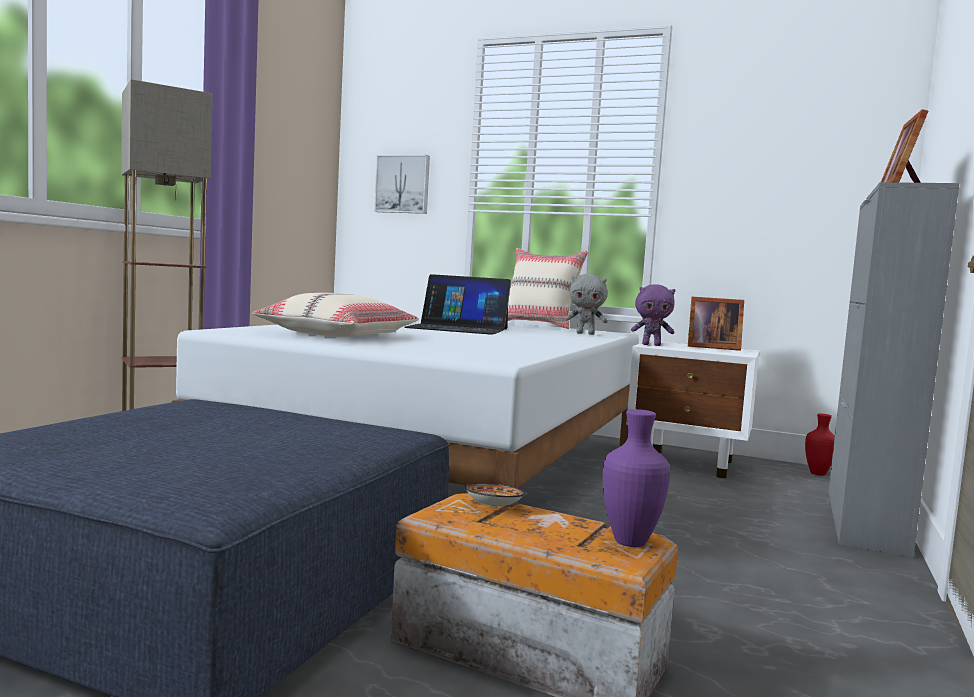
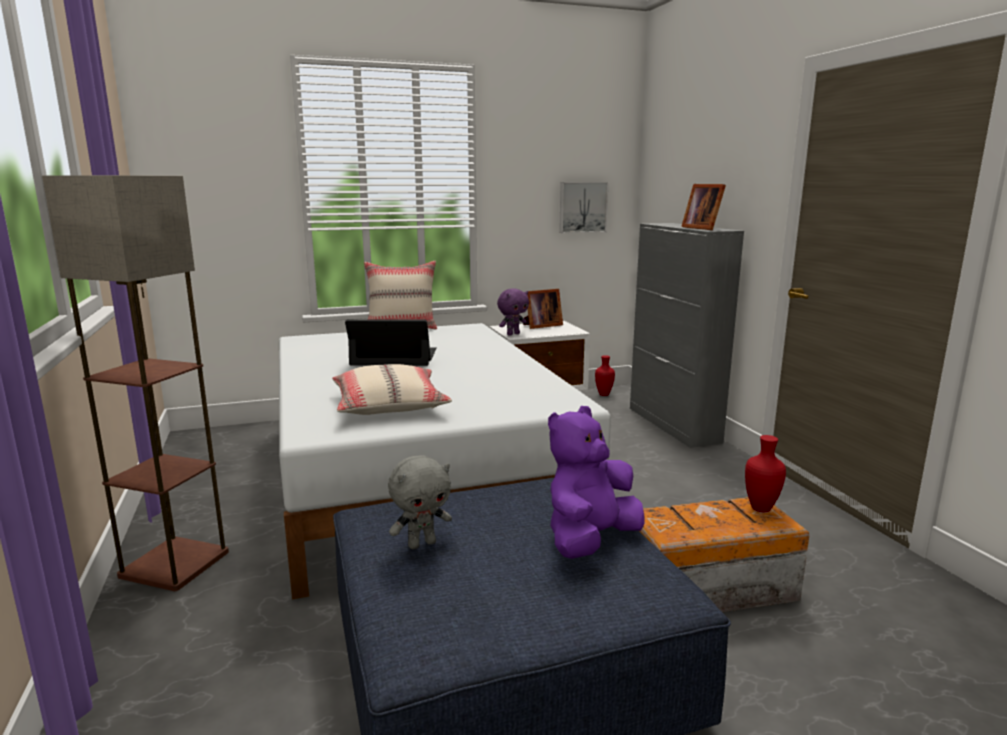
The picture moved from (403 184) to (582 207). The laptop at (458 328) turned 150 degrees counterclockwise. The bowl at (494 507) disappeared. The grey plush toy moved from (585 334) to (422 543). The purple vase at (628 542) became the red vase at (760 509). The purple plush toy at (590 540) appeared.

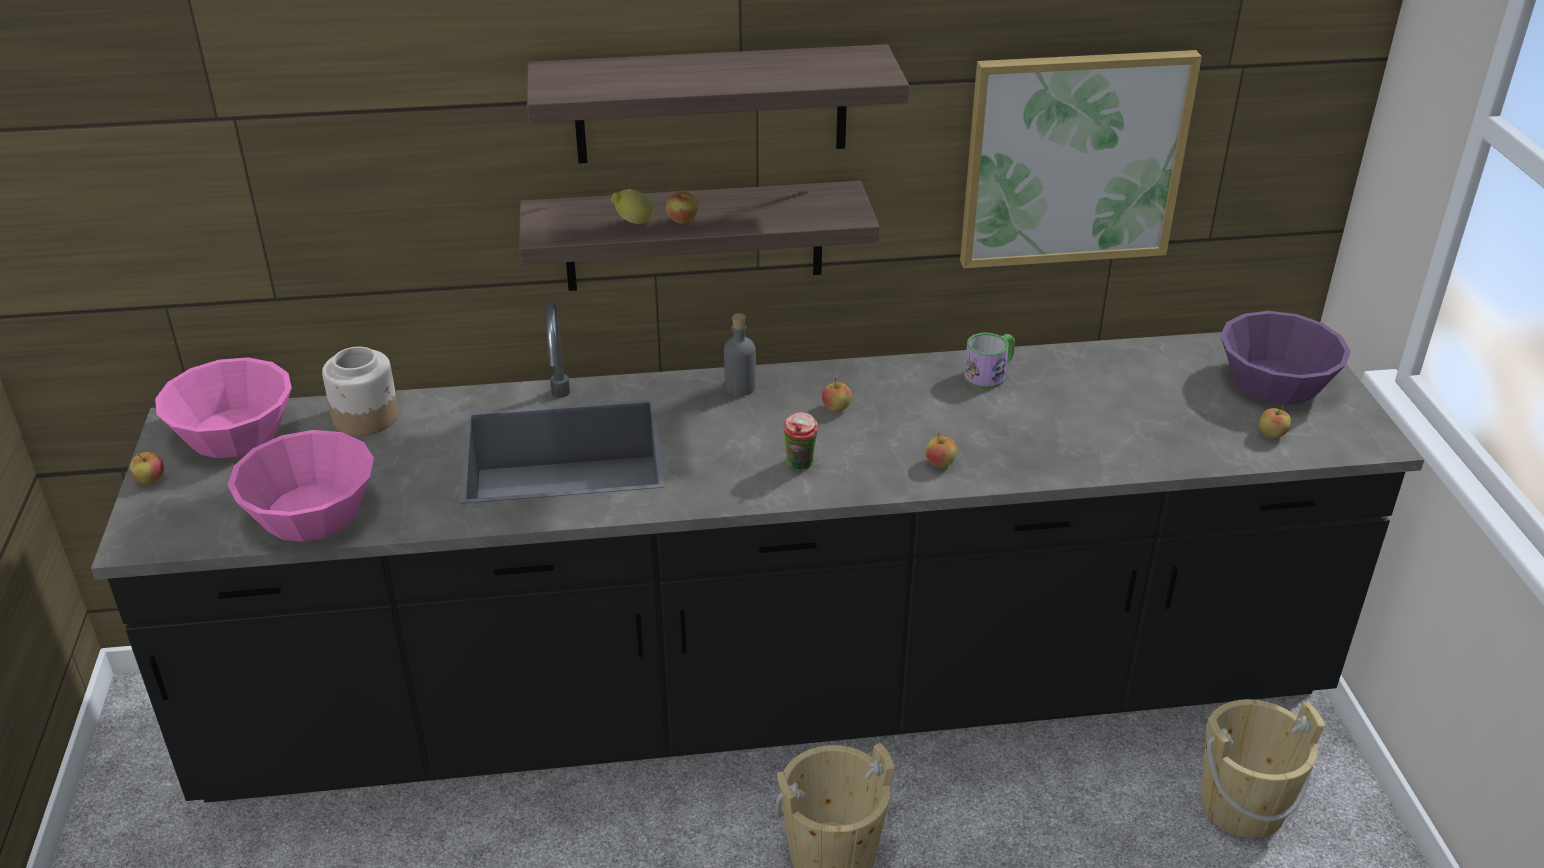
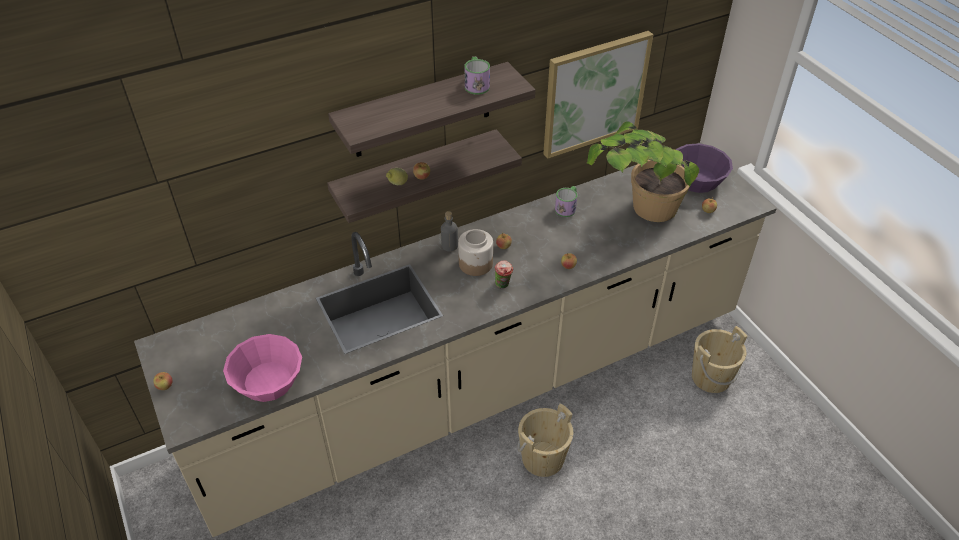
The black counter at (772 700) became the beige counter at (479 387). The pink bowl at (234 432) disappeared. The jar moved from (367 417) to (476 263). The mug at (476 84) appeared. The potted plant at (634 214) appeared.

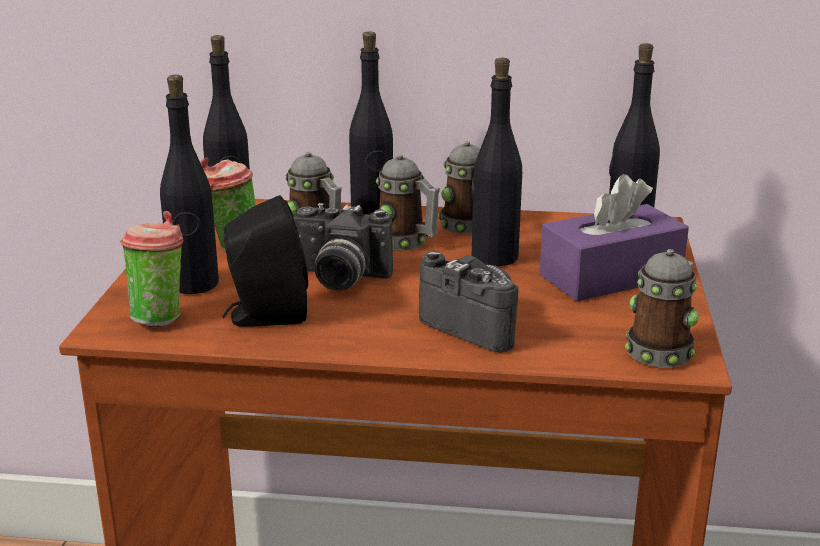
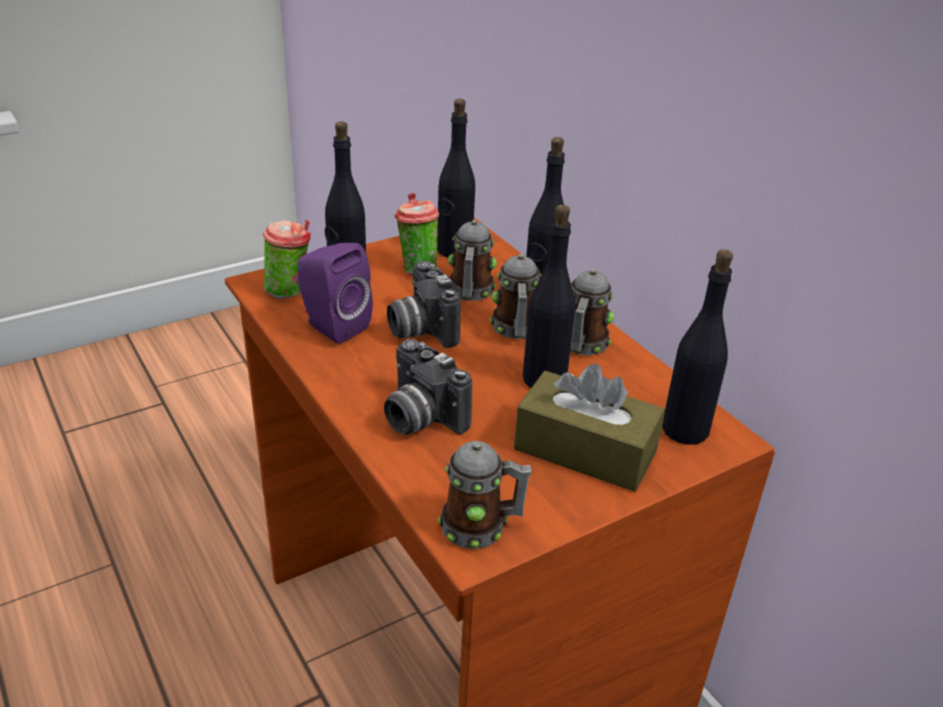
The black speaker at (265 317) became the purple speaker at (332 326). The photo camera at (478 325) turned 135 degrees clockwise. The purple tissue box at (610 276) became the brown tissue box at (585 450).

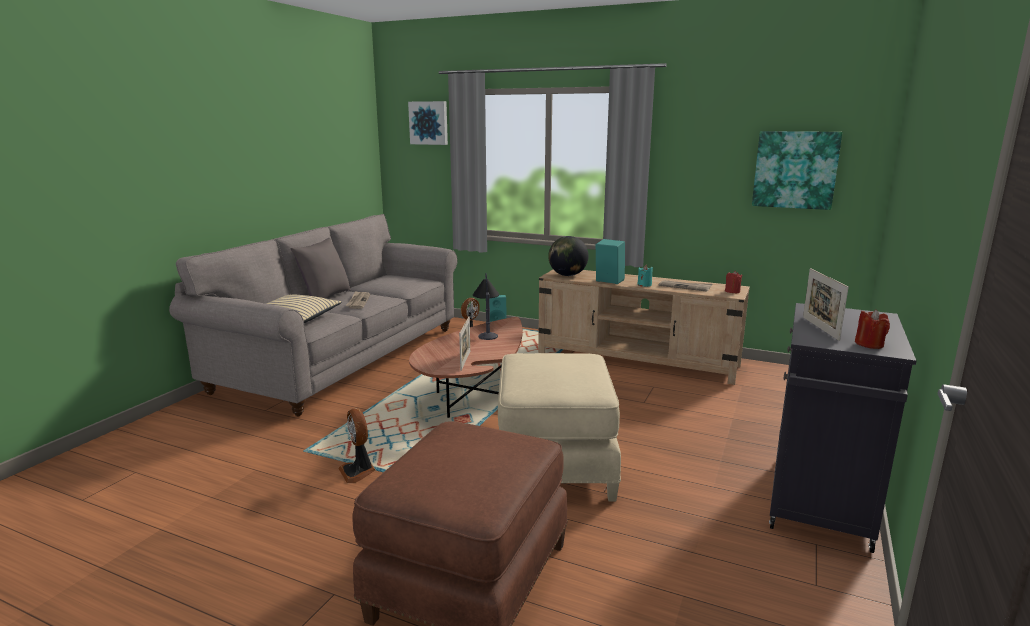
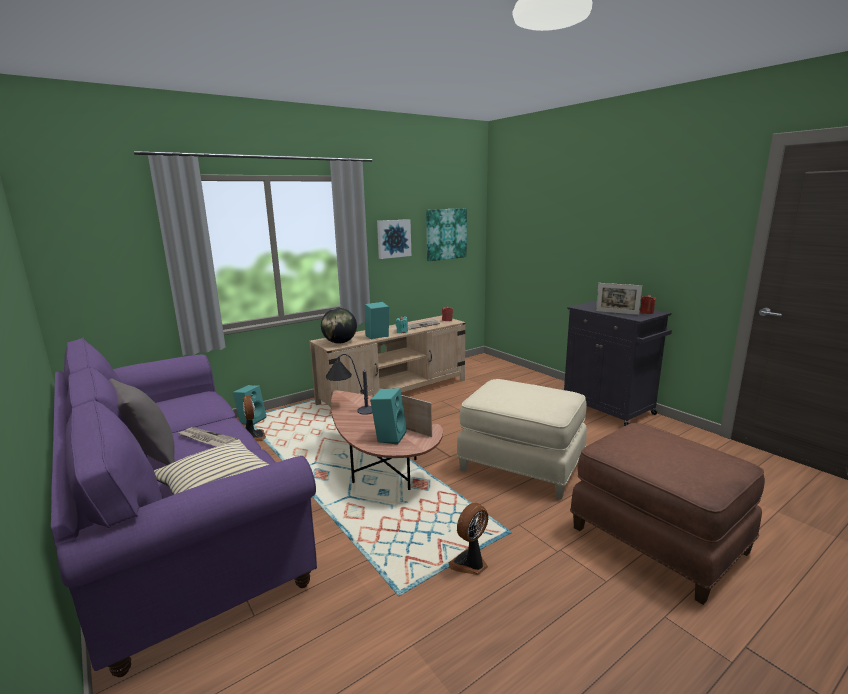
The grey sofa at (343 358) became the purple sofa at (182 522). The fan at (358 471) turned 135 degrees clockwise. The picture moved from (429 123) to (393 238). The turquoise speaker at (389 436) appeared.

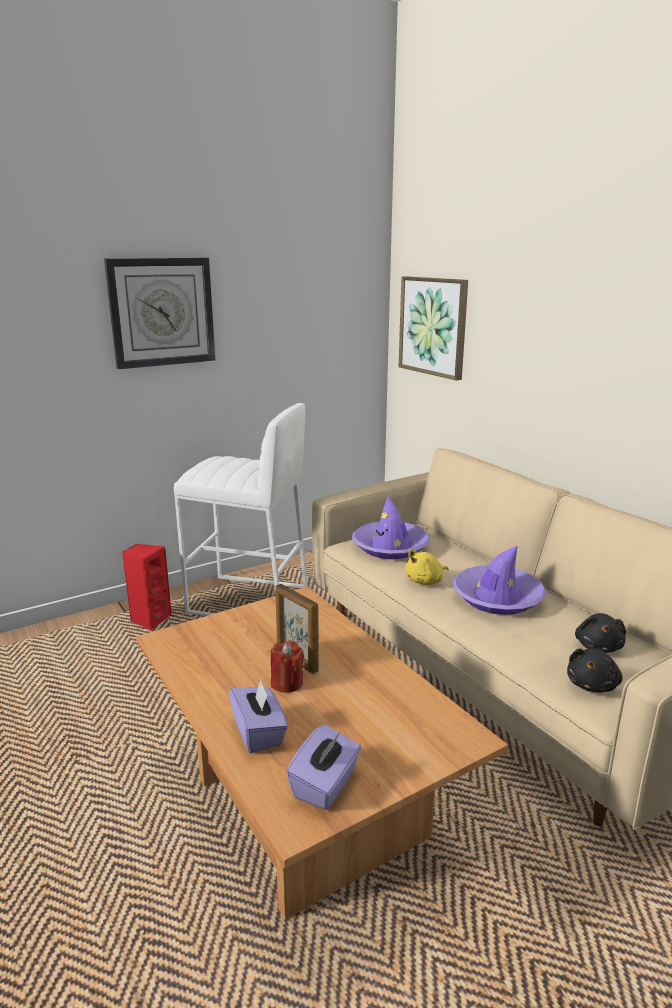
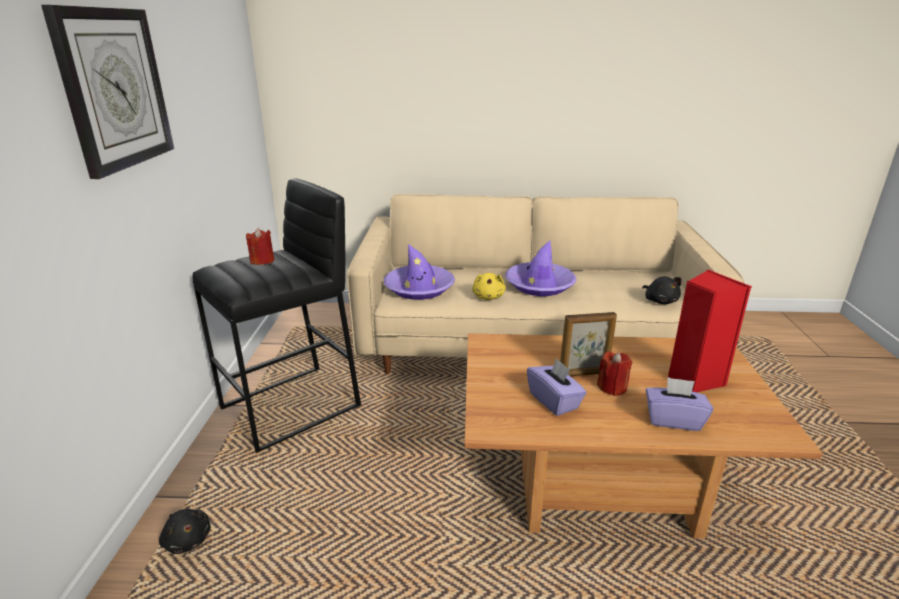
The red speaker moved from (150 621) to (693 380). The white stool at (249 601) became the black stool at (292 407). The purple tissue box moved from (325 785) to (554 401). The picture at (433 326) disappeared. The black plush toy moved from (598 646) to (187 540). The red candle at (262 261) appeared.

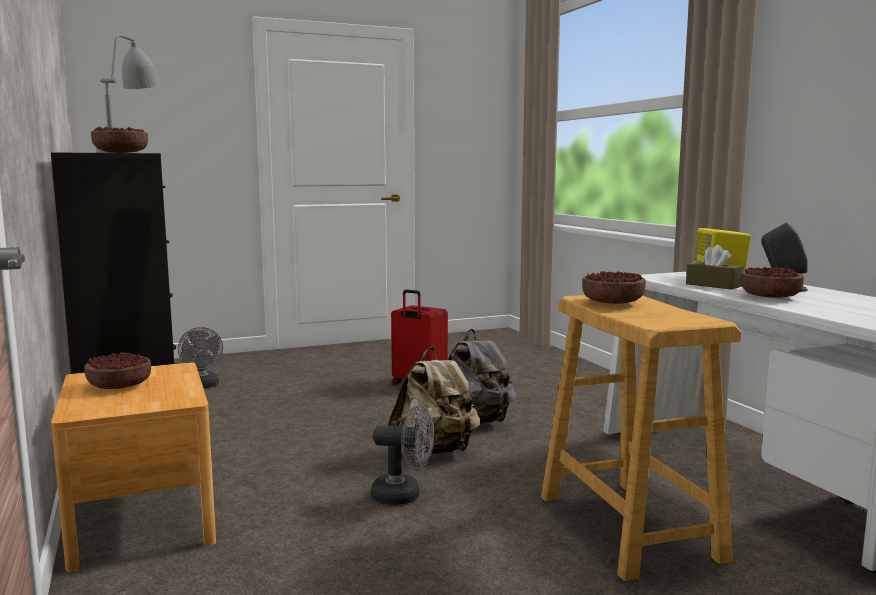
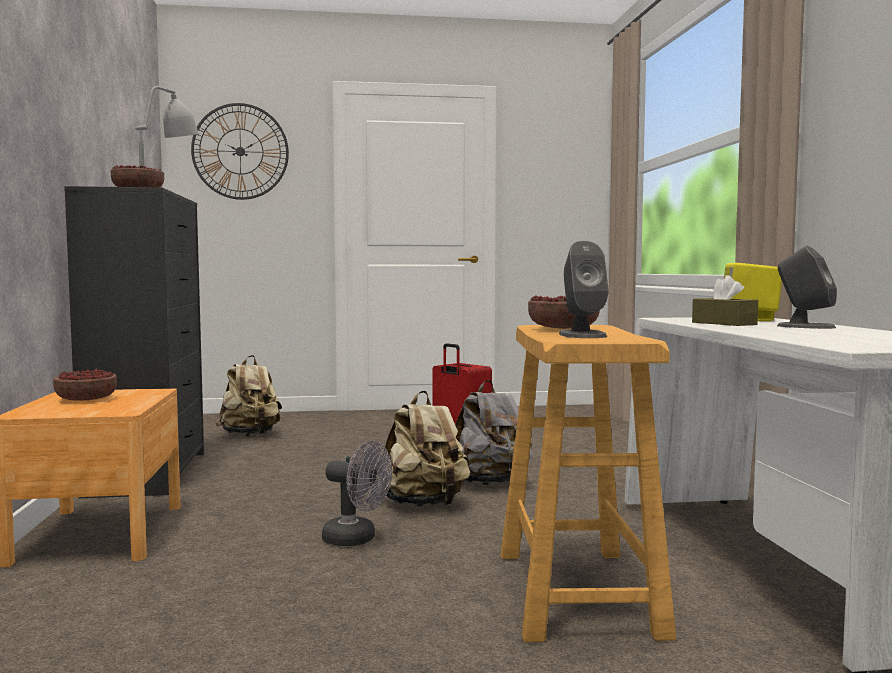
The grey fan at (203 386) was replaced by the beige backpack at (250 435). The bowl at (769 296) disappeared. The wall clock at (240 151) appeared. The grey speaker at (582 335) appeared.

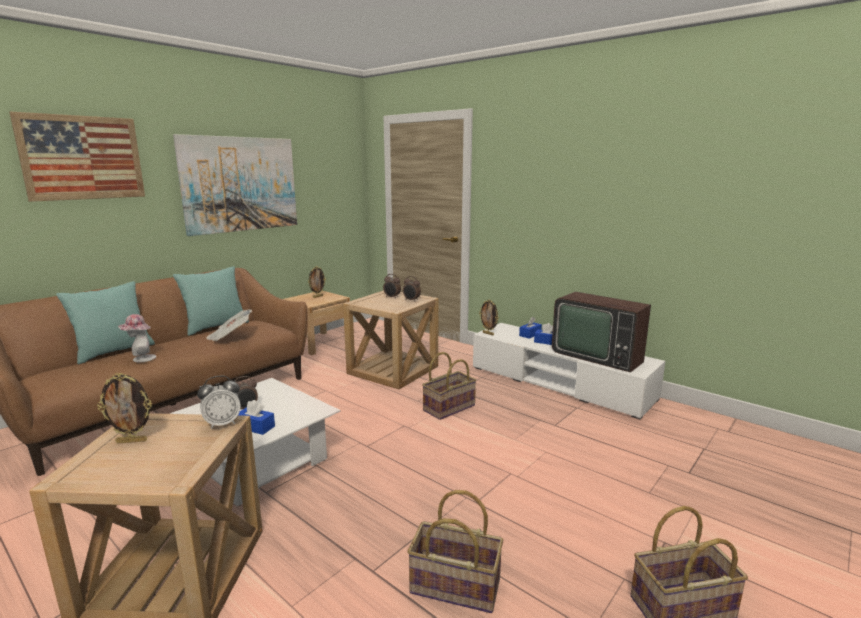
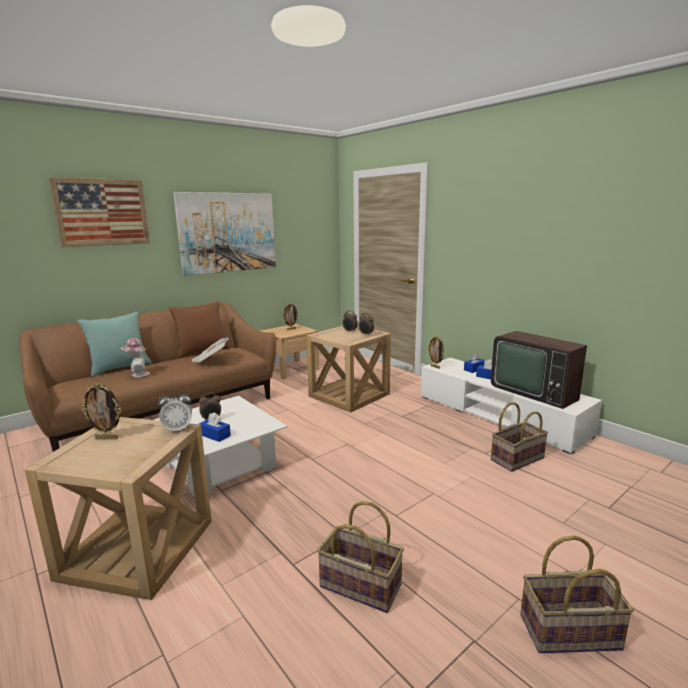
The turquoise pillow at (215 327) became the brown pillow at (202 351). The basket moved from (448 407) to (516 458).

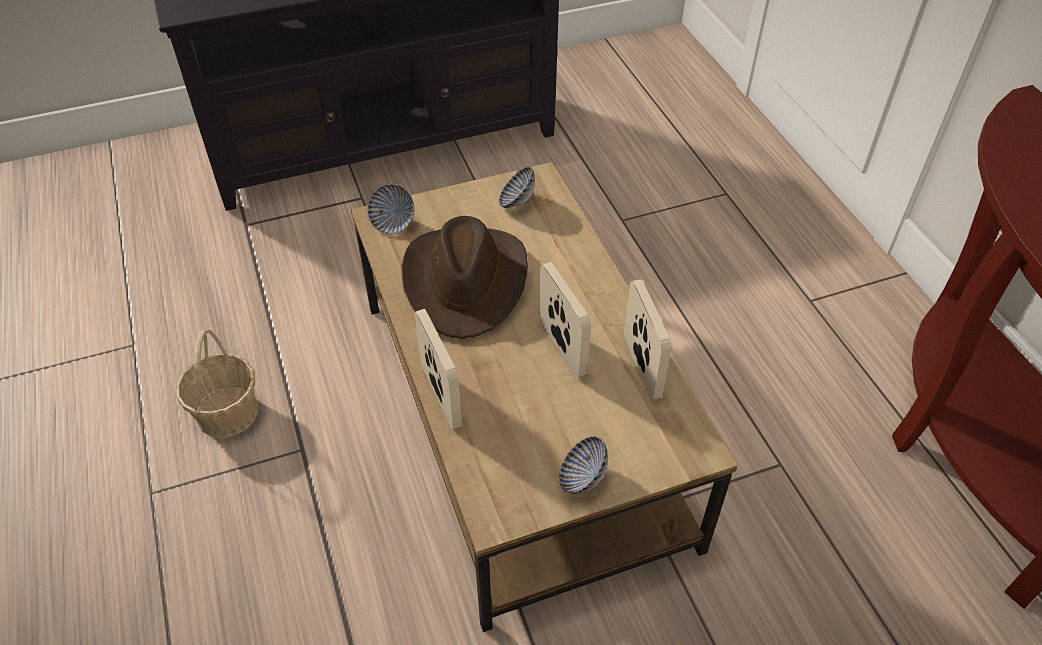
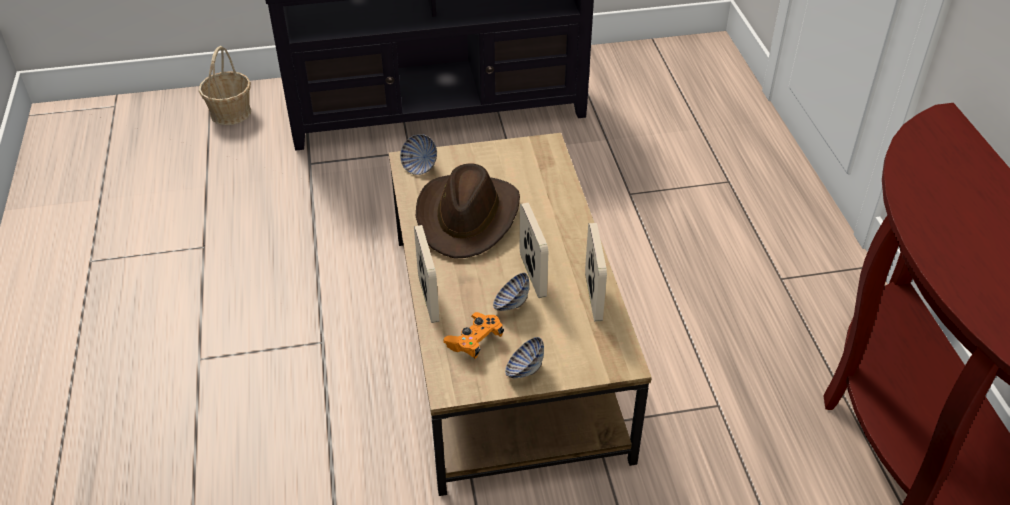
The basket moved from (227 412) to (231 112). The bowl moved from (516 201) to (511 304). The orange game controller at (474 341) appeared.

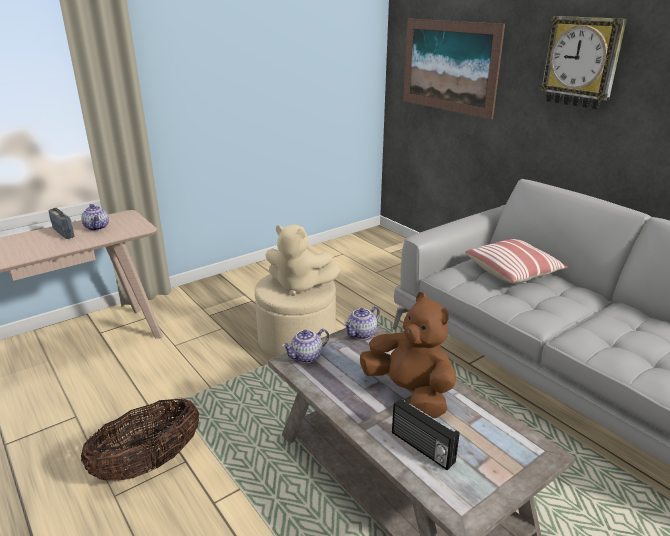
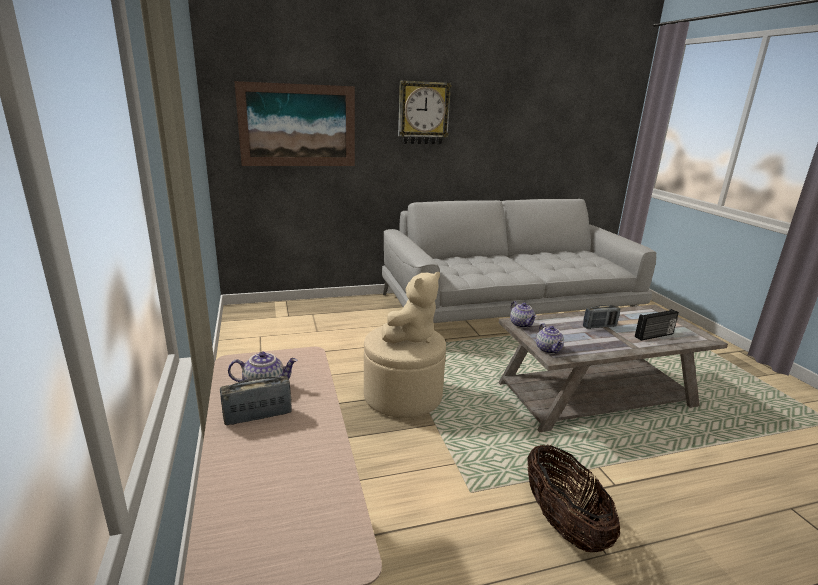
The brown plush toy at (409 393) was replaced by the radio at (599 326). The pillow at (513 272) disappeared.

